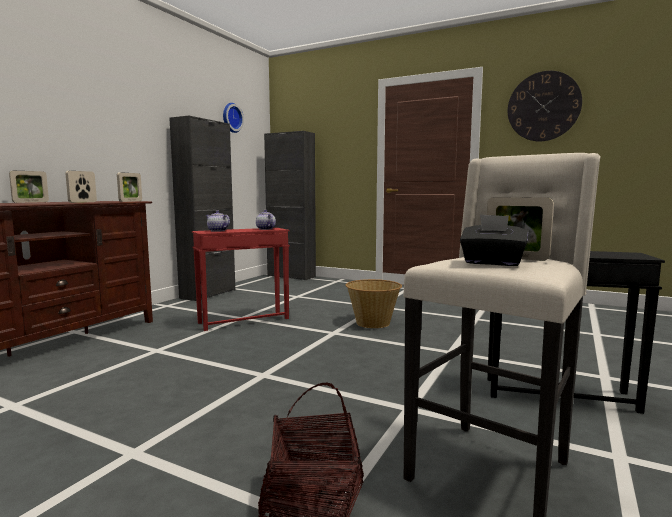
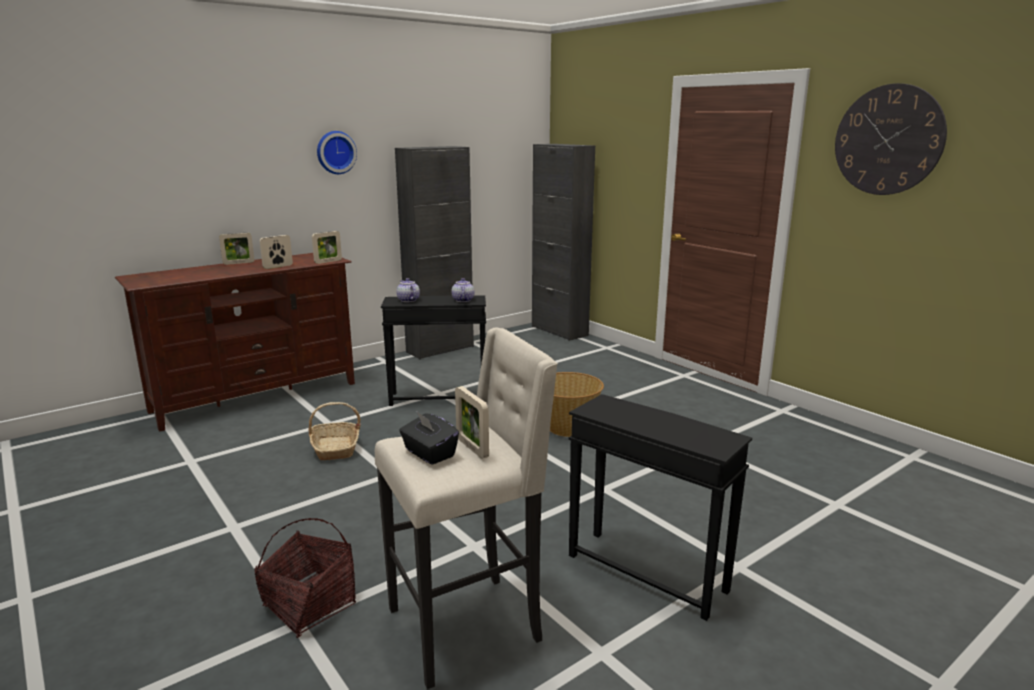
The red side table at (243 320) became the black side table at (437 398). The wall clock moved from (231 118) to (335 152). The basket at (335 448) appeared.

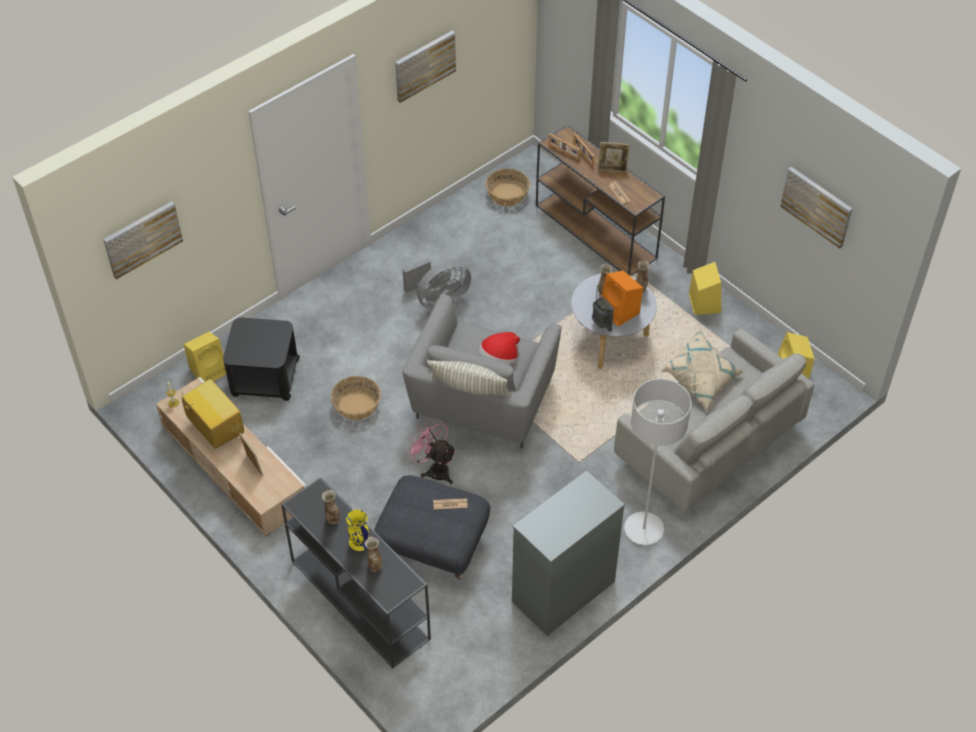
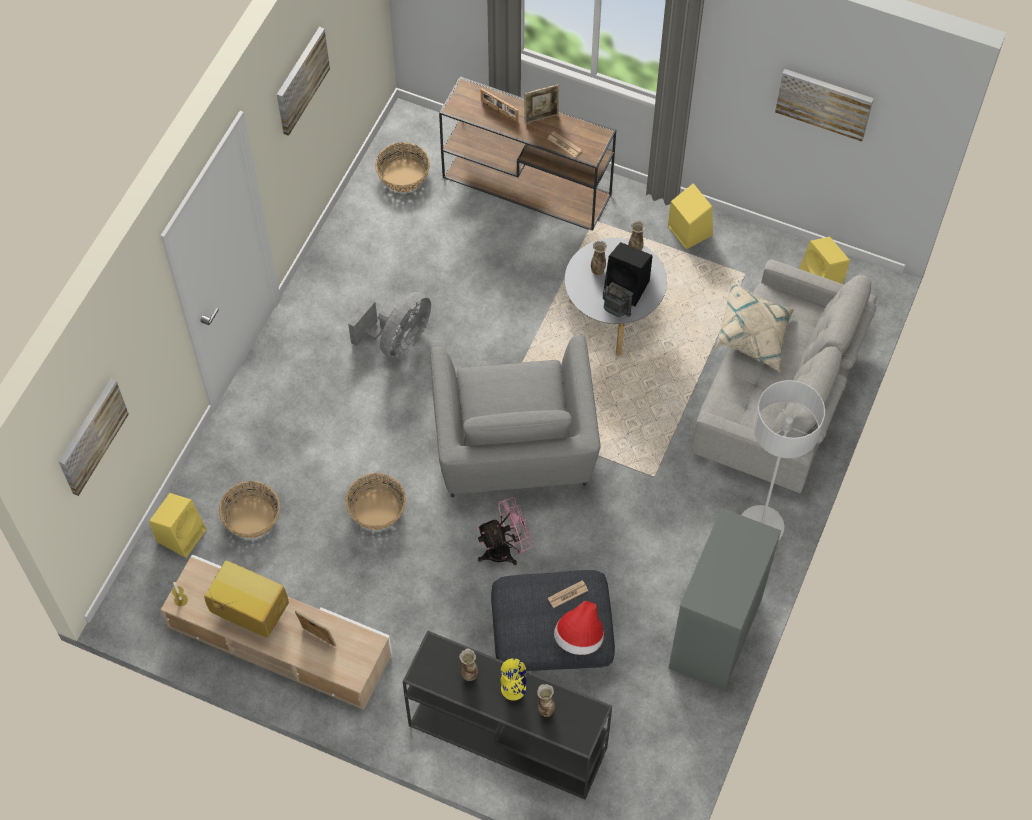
The black side table at (264 377) was replaced by the basket at (251 517). The pink fan at (435 469) turned 135 degrees clockwise. The pillow at (469 391) disappeared. The hat moved from (499 359) to (579 637). The picture frame at (563 153) disappeared. The orange speaker at (620 311) became the black speaker at (627 287).

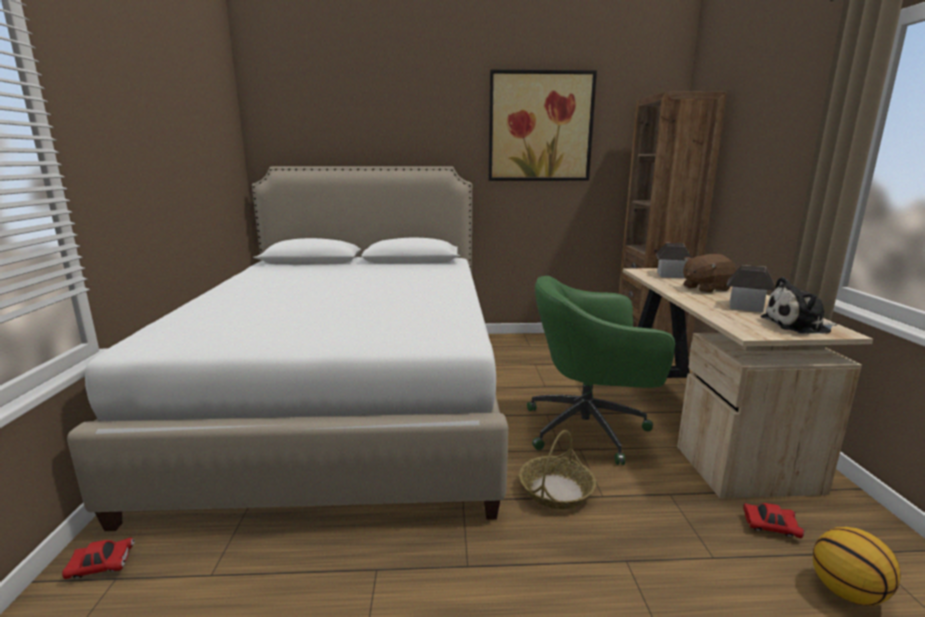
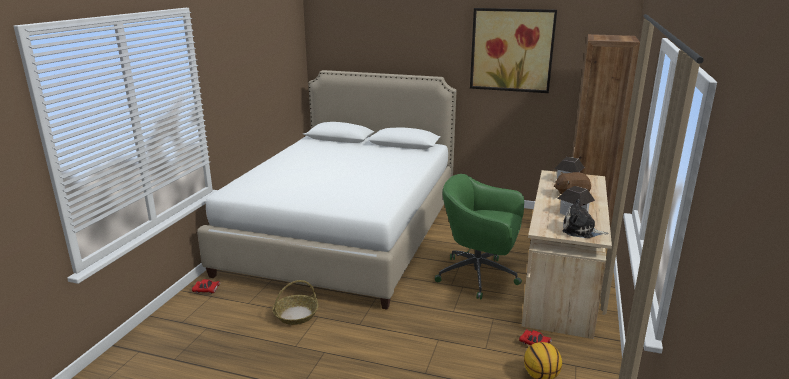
The basket moved from (556 490) to (296 314).

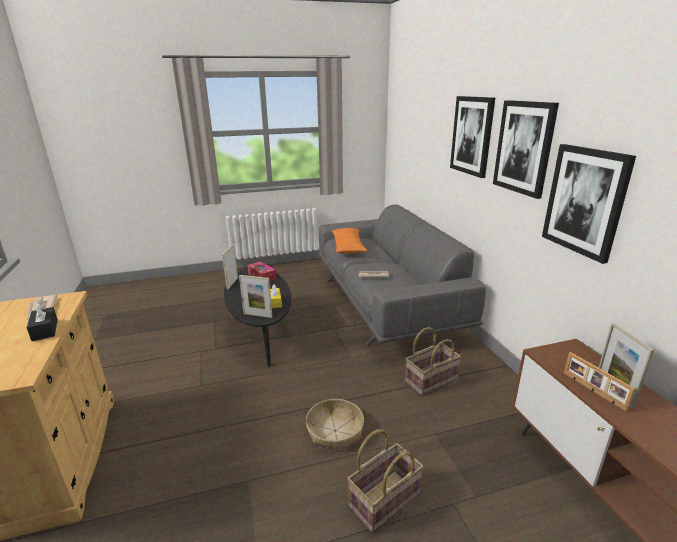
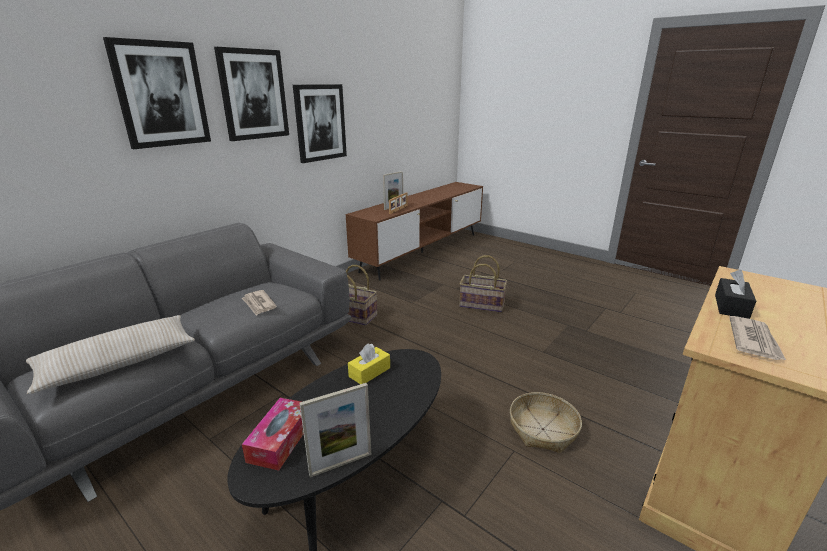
The picture frame at (257 315) disappeared. The basket moved from (334 431) to (543 429). The orange pillow at (348 247) became the beige pillow at (118 362).

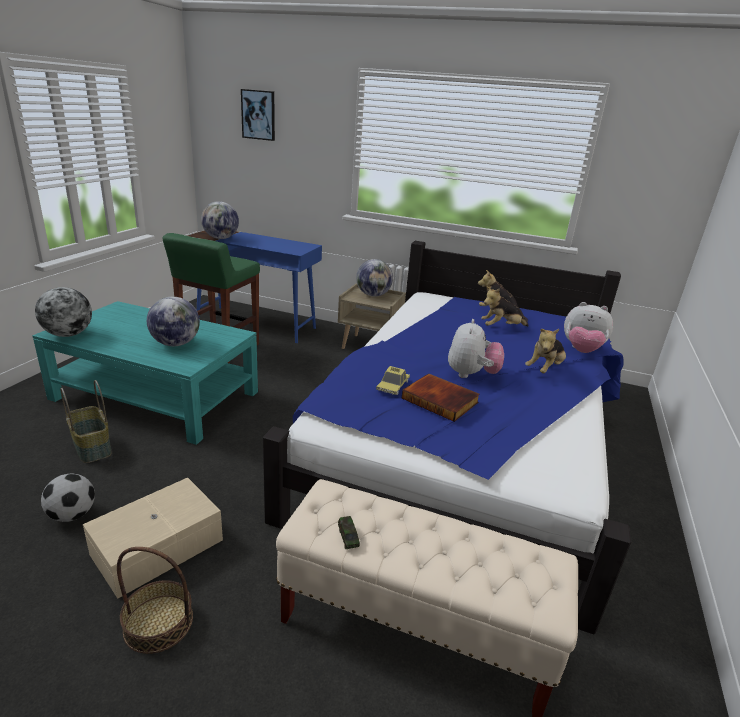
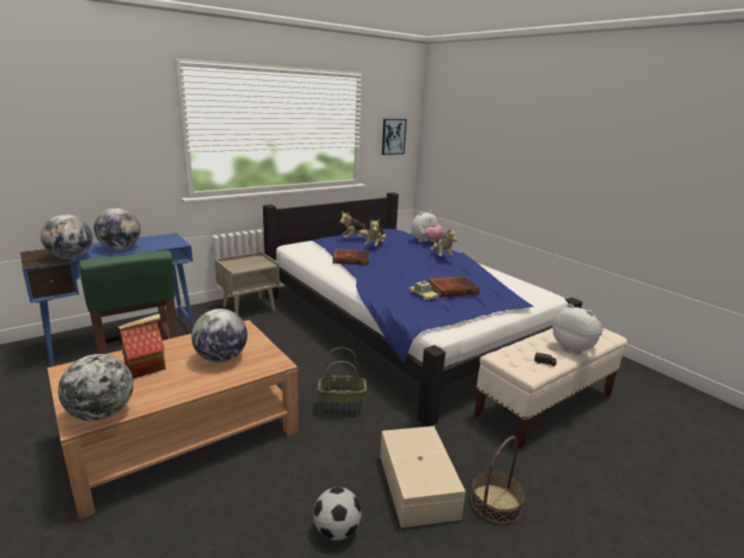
The turquoise coffee table at (157 395) became the brown coffee table at (184 433). The basket moved from (93 447) to (342 407). The picture moved from (258 115) to (393 136). The globe moved from (373 295) to (120 248). The plush toy moved from (471 375) to (574 348). The toy house at (146 367) appeared. The book at (351 259) appeared.

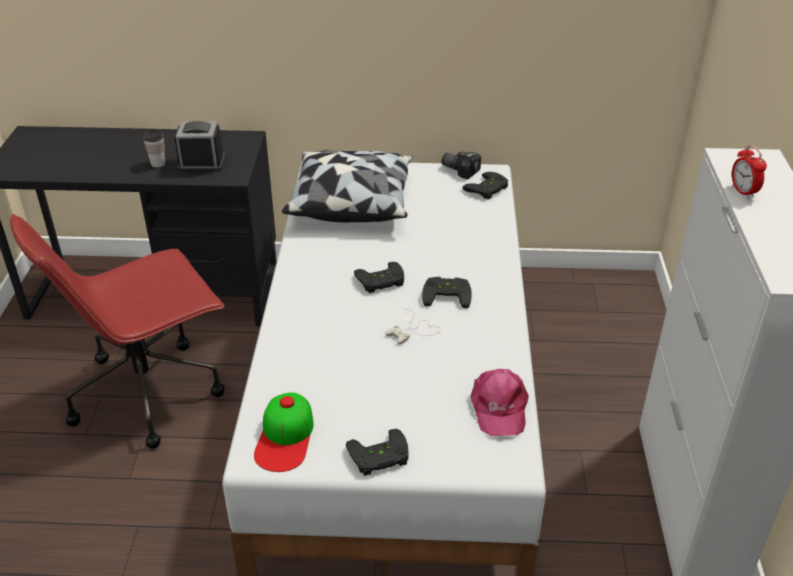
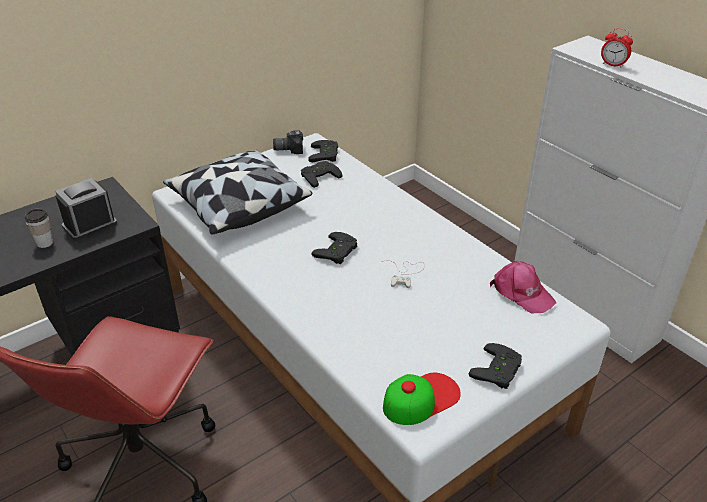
The cap at (285 437) turned 90 degrees counterclockwise. The black game controller moved from (447 294) to (319 175).

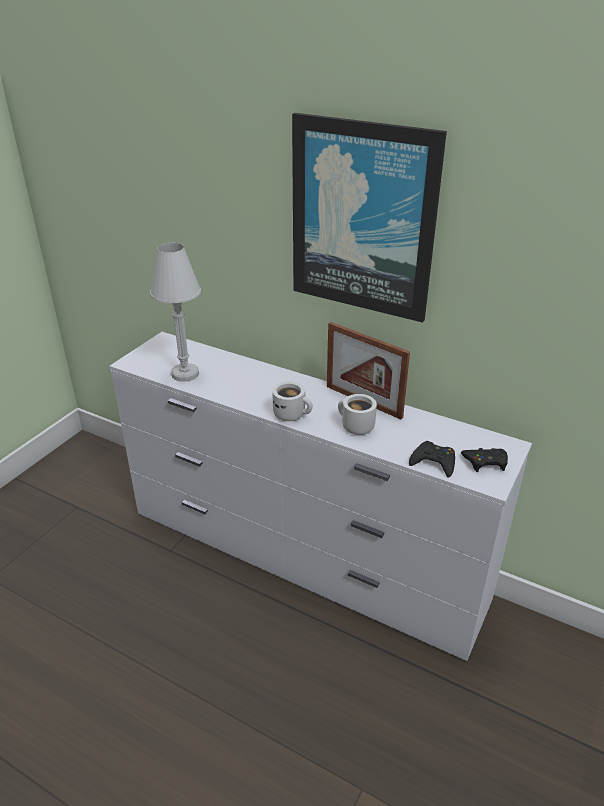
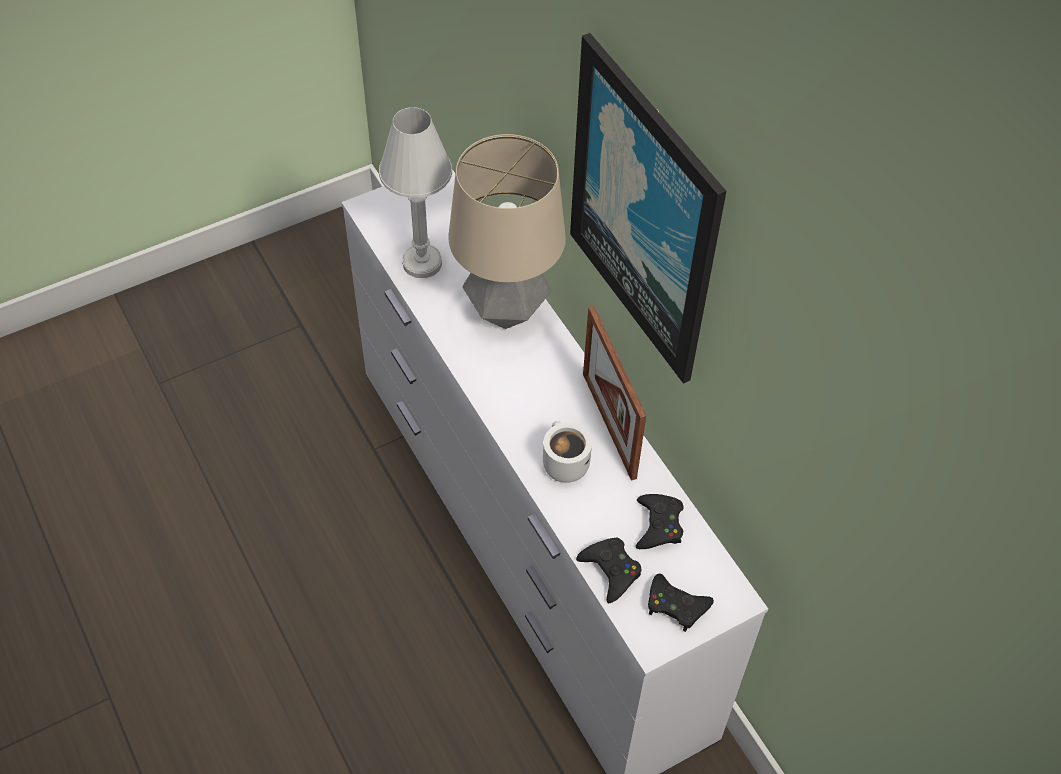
The white mug at (292 414) disappeared. The table lamp at (507 310) appeared. The black game controller at (658 525) appeared.

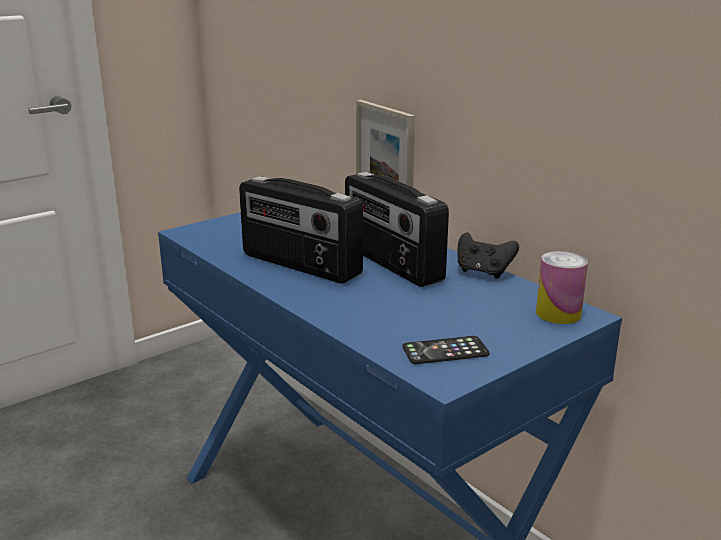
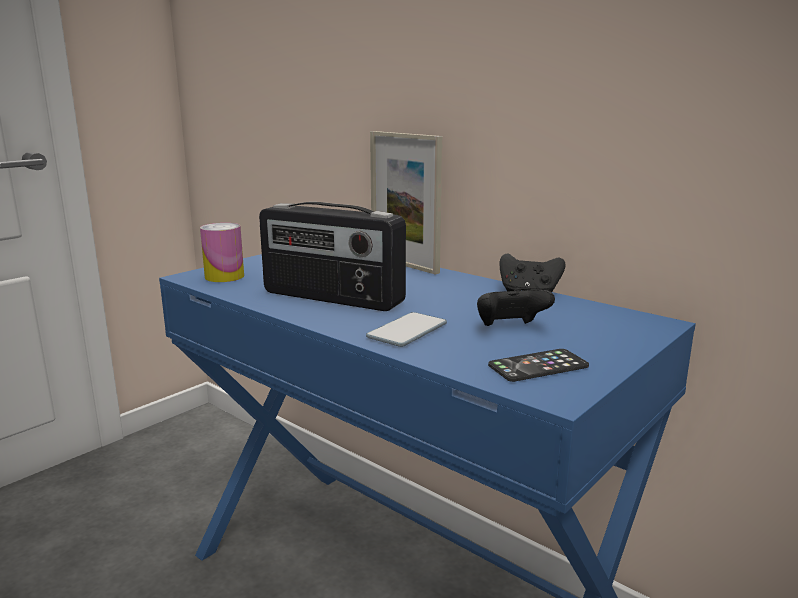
The radio at (391 264) disappeared. The can moved from (558 314) to (224 276). The phone at (407 331) appeared. The black game controller at (510 328) appeared.

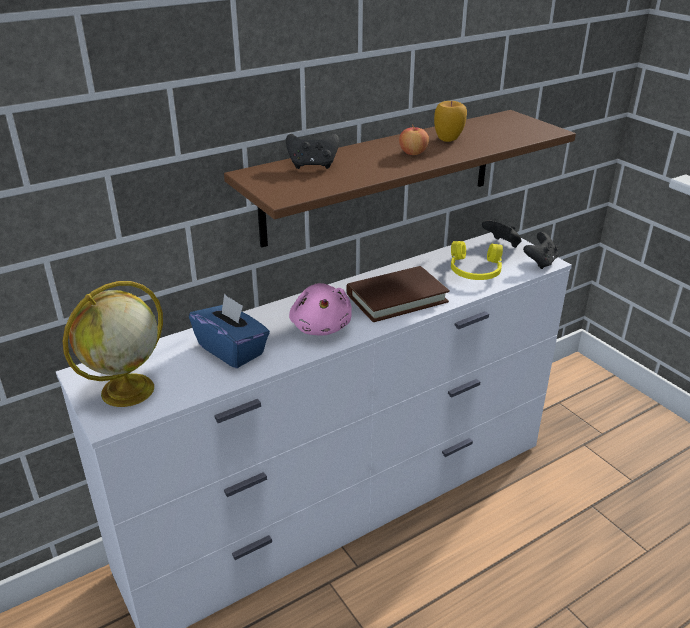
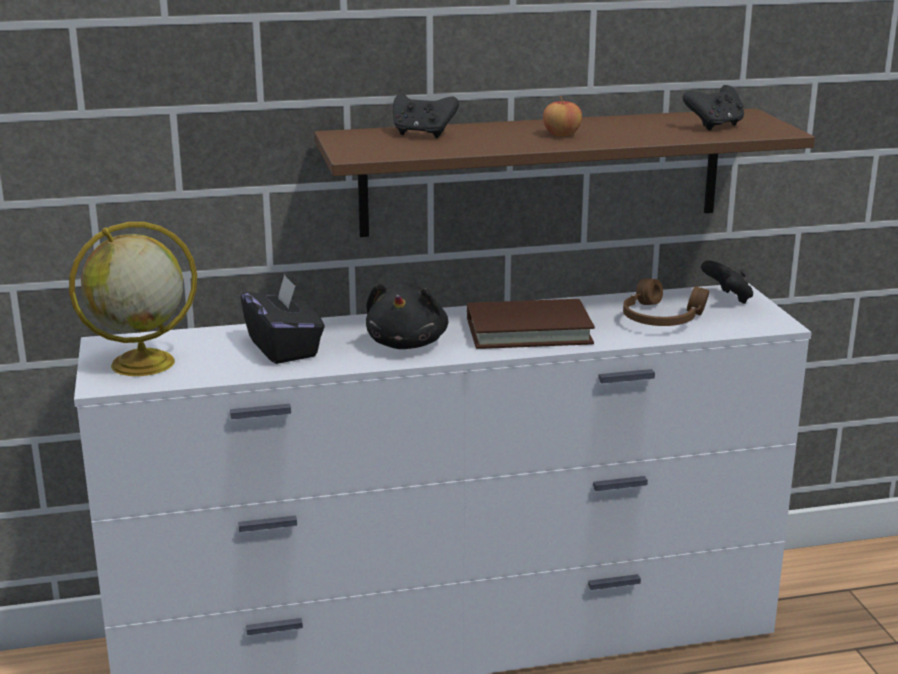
The blue tissue box at (232 350) became the black tissue box at (284 348). The pink plush toy at (321 326) became the black plush toy at (407 343). The apple at (448 139) disappeared. The yellow headphones at (474 270) became the brown headphones at (660 319). The black game controller moved from (540 262) to (715 126).

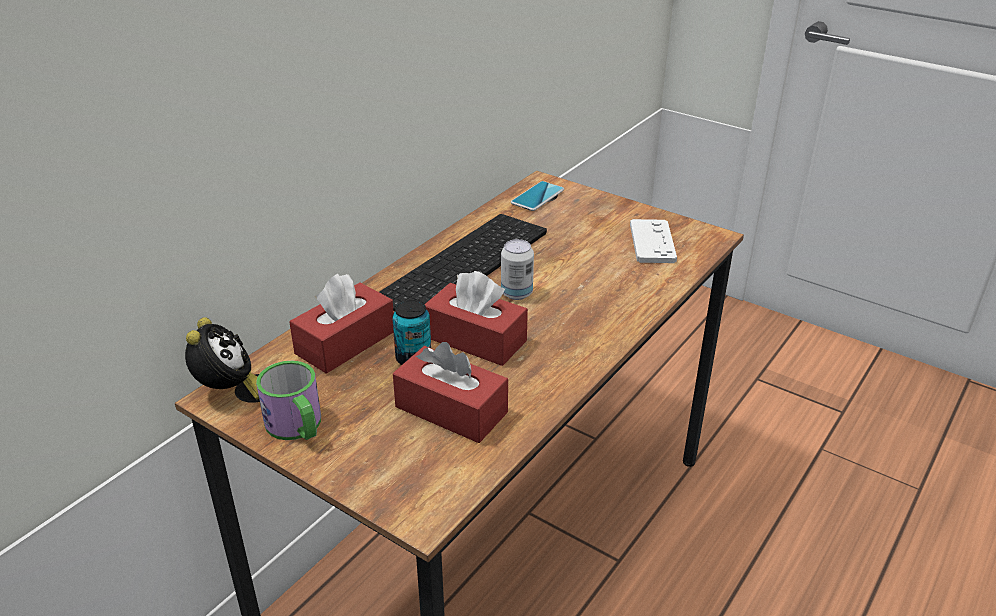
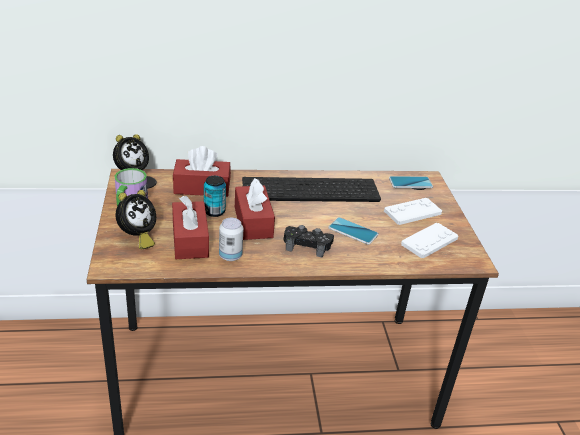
The can moved from (516 293) to (230 256). The alarm clock at (137 238) appeared. The black game controller at (307 245) appeared. The phone at (353 231) appeared. The white game controller at (412 212) appeared.

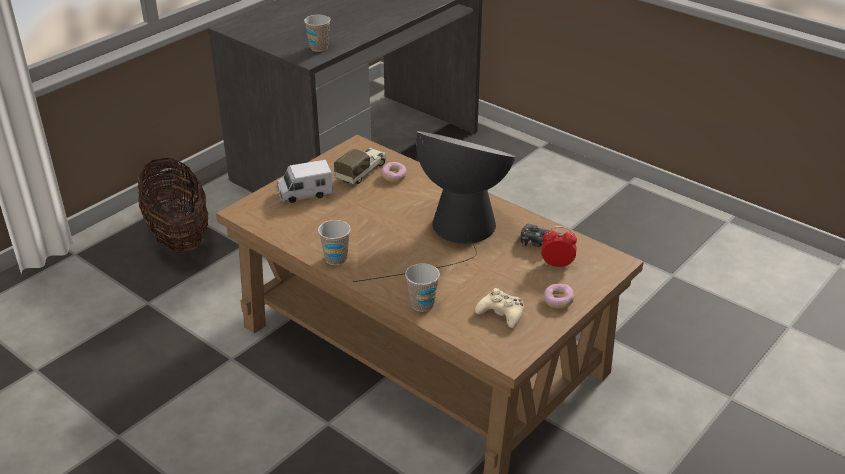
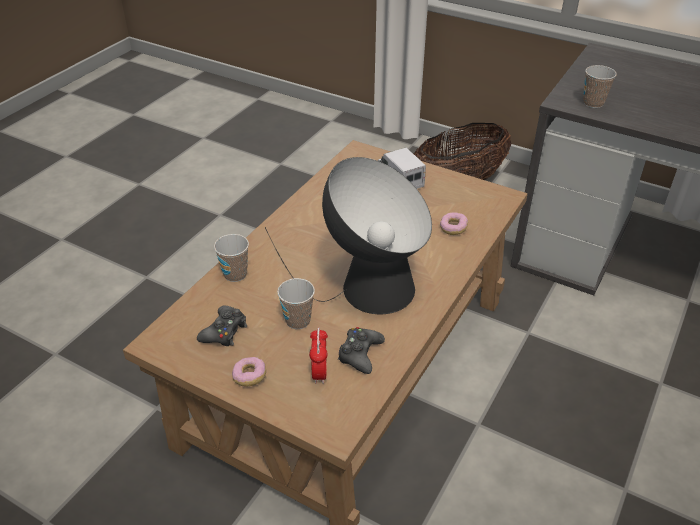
The cup moved from (336 259) to (298 321). The toy truck at (362 172) disappeared. The beige game controller at (501 313) became the black game controller at (224 331).

